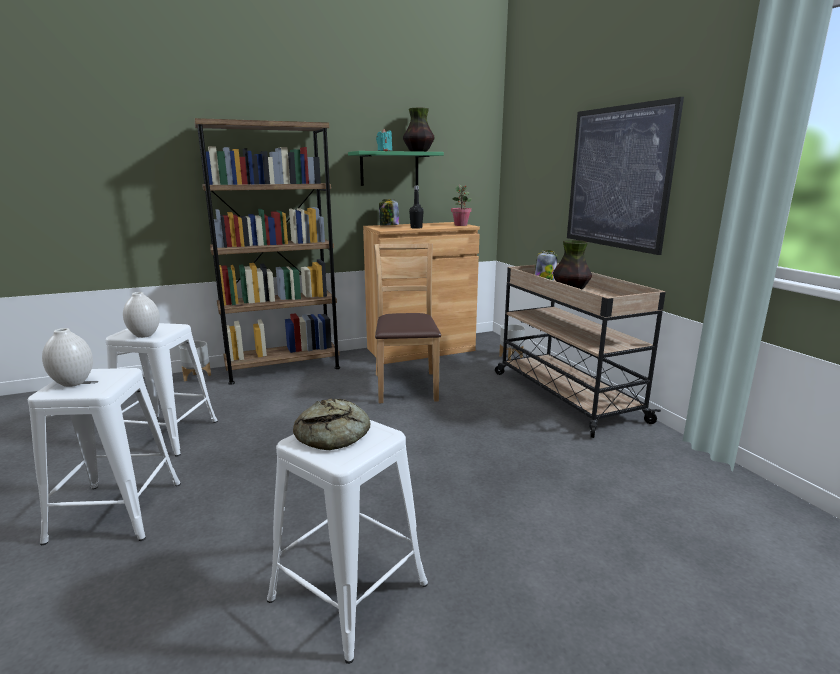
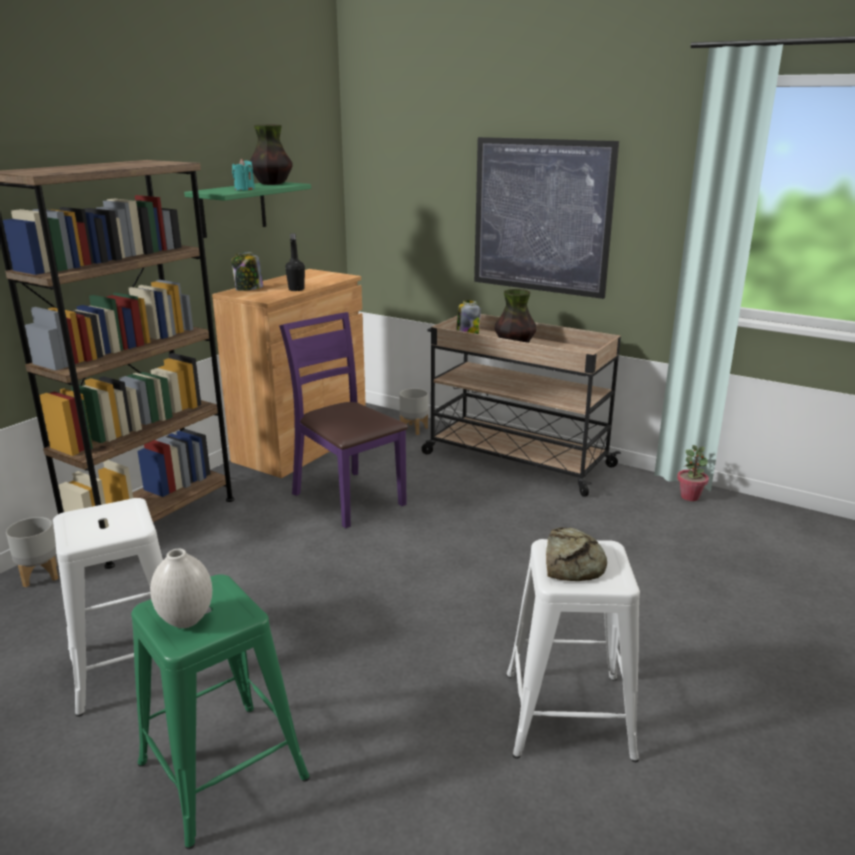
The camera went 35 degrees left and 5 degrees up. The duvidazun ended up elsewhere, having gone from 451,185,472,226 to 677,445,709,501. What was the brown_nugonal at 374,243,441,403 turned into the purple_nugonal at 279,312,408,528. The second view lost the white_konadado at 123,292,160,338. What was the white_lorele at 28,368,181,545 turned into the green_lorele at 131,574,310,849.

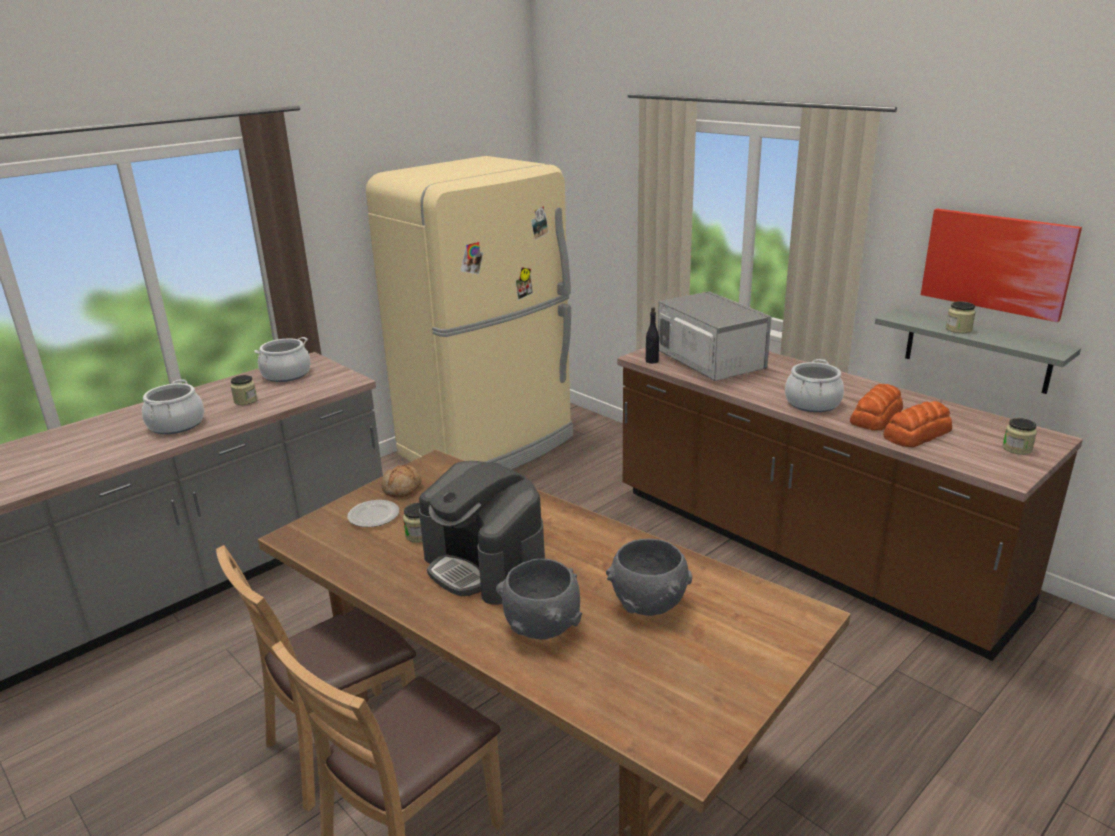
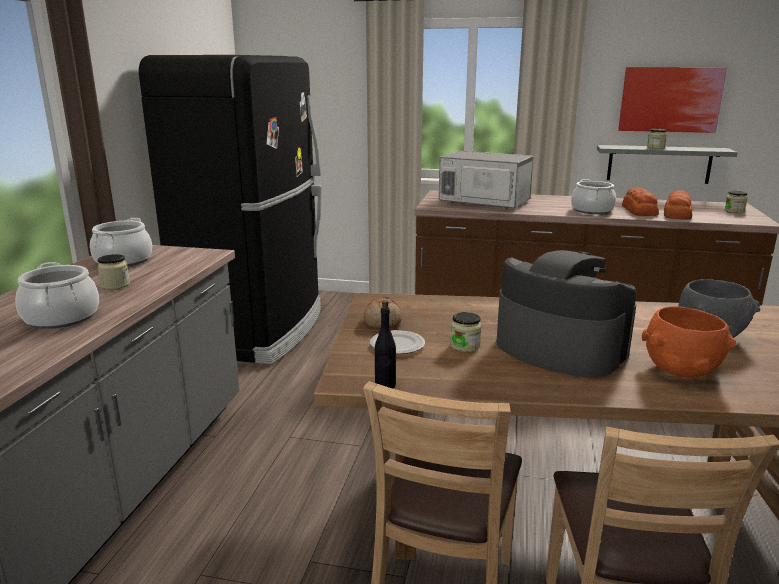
The camera went 35 degrees left and 5 degrees down. What was the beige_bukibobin at 366,156,573,470 turned into the black_bukibobin at 139,55,322,364. The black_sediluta ended up elsewhere, having gone from 646,307,659,364 to 375,300,396,388. The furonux at 419,461,545,605 ended up facing another way, 150 degrees counterclockwise from before. What was the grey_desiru at 496,559,582,640 turned into the orange_desiru at 642,306,737,377.

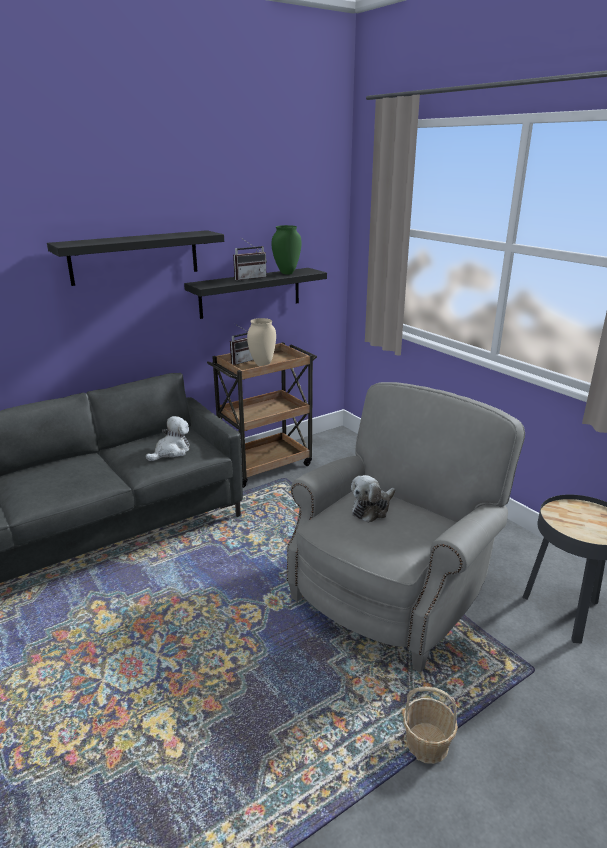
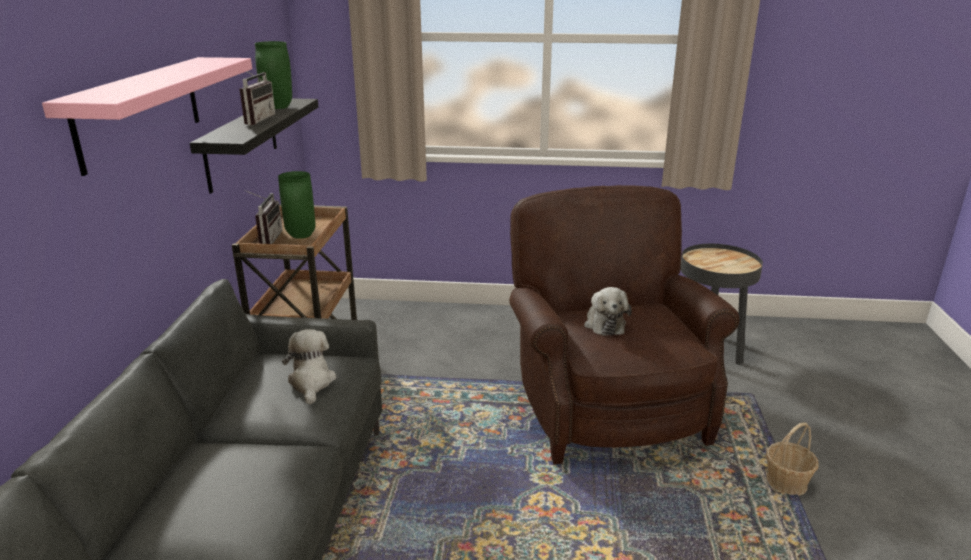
The camera went 50 degrees left and 0 degrees up. What was the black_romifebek at 47,230,224,286 turned into the pink_romifebek at 42,57,252,176. What was the beige_konadado at 247,318,276,366 turned into the green_konadado at 278,171,316,239. What was the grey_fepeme at 287,382,525,673 turned into the brown_fepeme at 509,185,739,465.

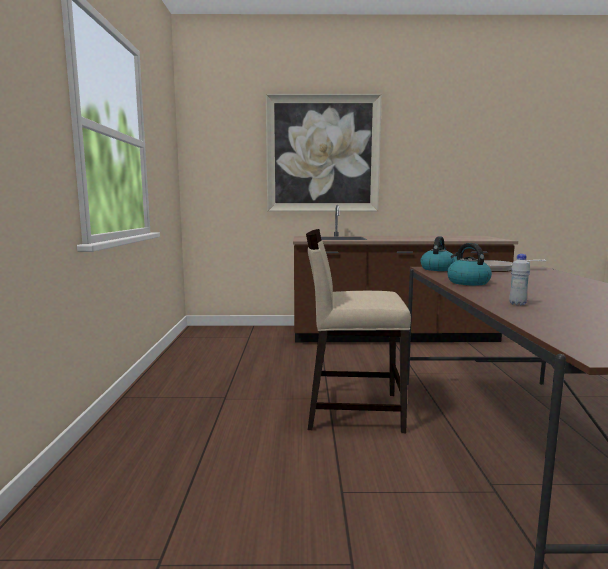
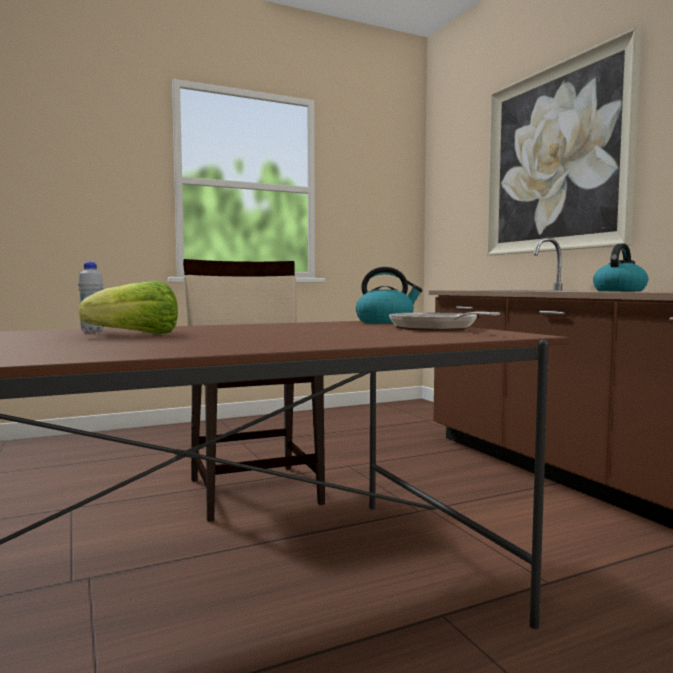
The camera went 65 degrees right and 5 degrees down. The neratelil ended up elsewhere, having gone from 447,243,492,286 to 593,244,648,291. The second view gained the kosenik at 78,281,178,334.

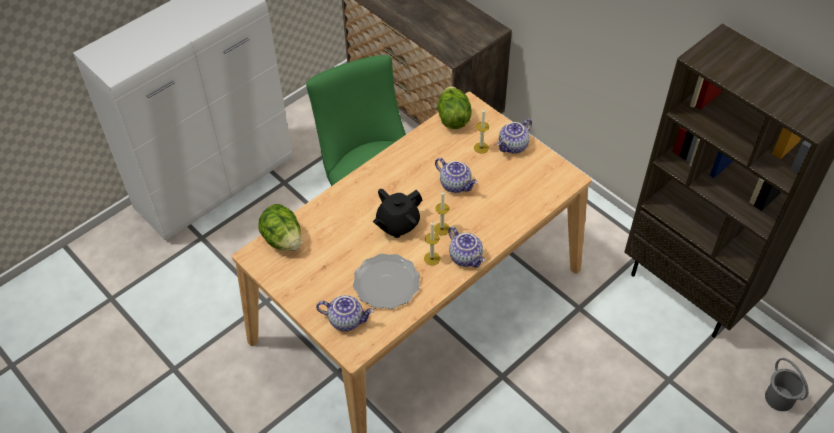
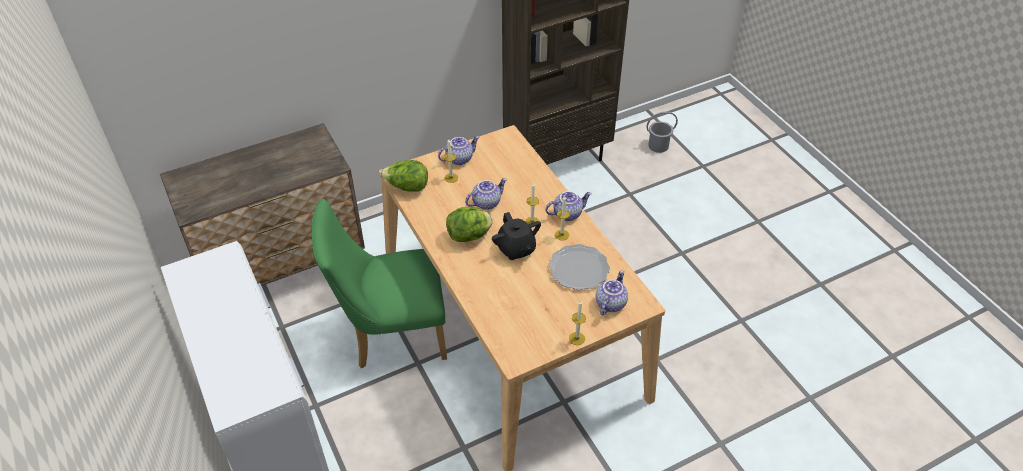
The camera went 75 degrees left and 5 degrees down. The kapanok at 497,118,532,154 ended up facing another way, 90 degrees counterclockwise from before. The kosenik ended up elsewhere, having gone from 258,204,301,251 to 446,207,493,242. The second view gained the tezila at 569,300,586,345.

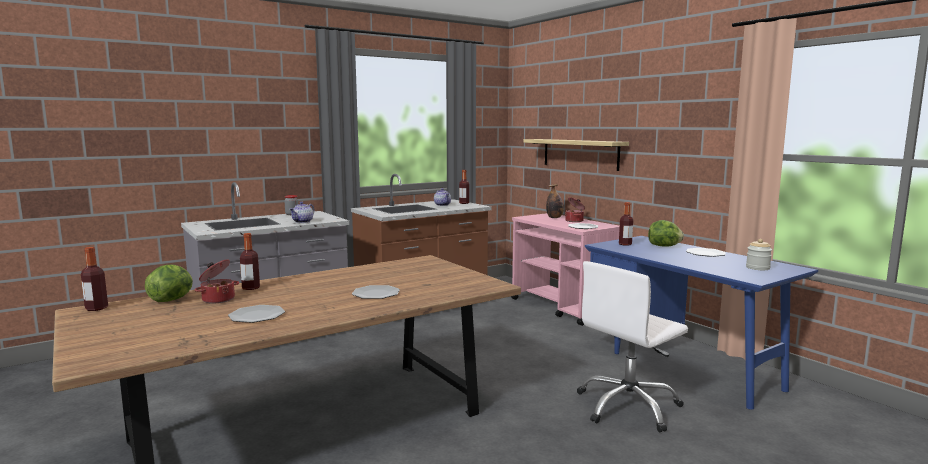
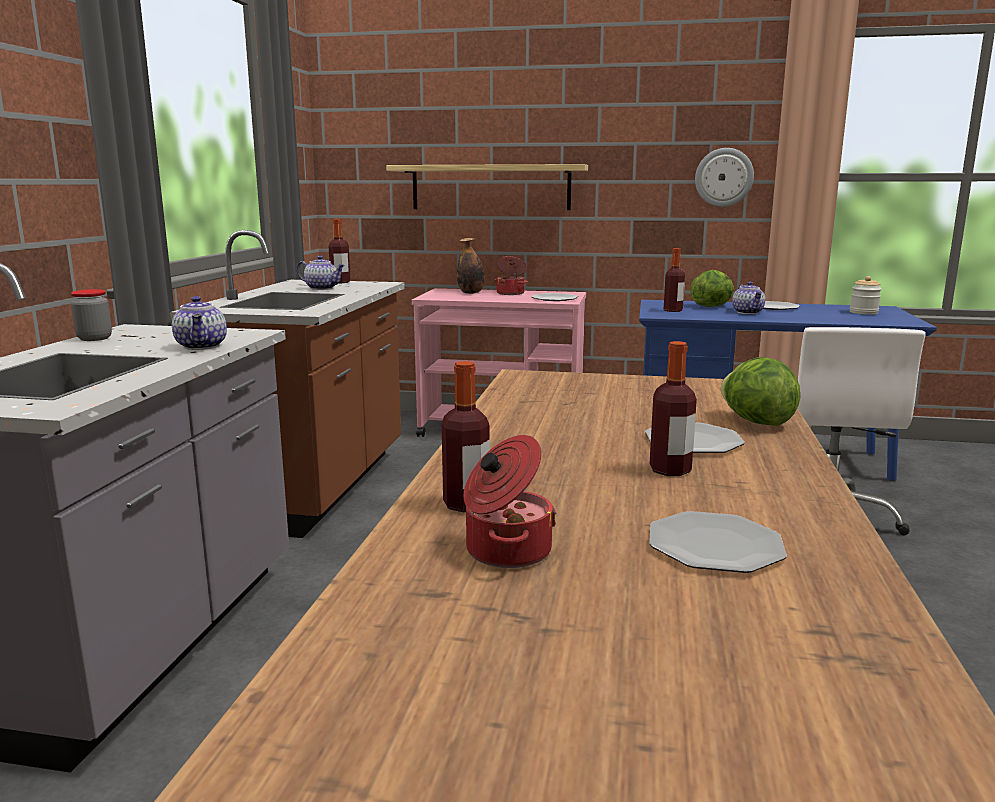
The camera went 45 degrees left and 5 degrees up. The sediluta ended up elsewhere, having gone from 81,247,108,311 to 650,341,697,476. The kosenik ended up elsewhere, having gone from 145,265,193,302 to 721,357,800,426. The second view gained the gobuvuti at 695,148,754,207. The second view gained the kapanok at 732,281,765,314.

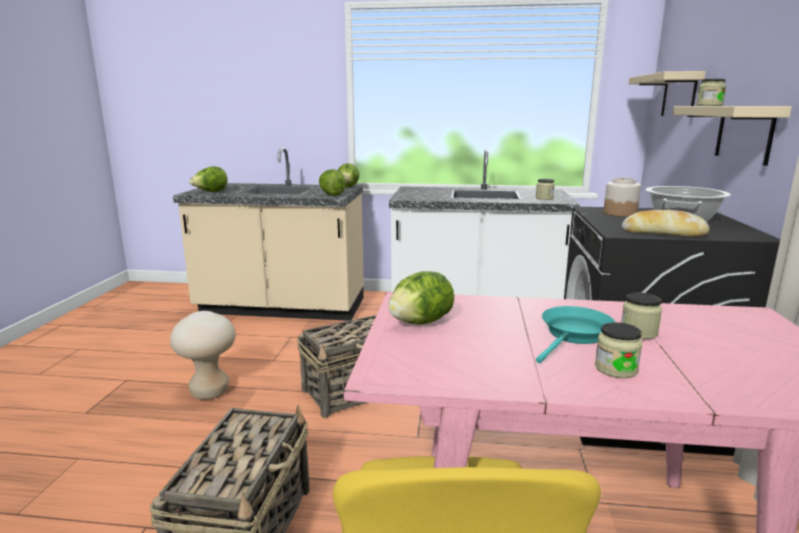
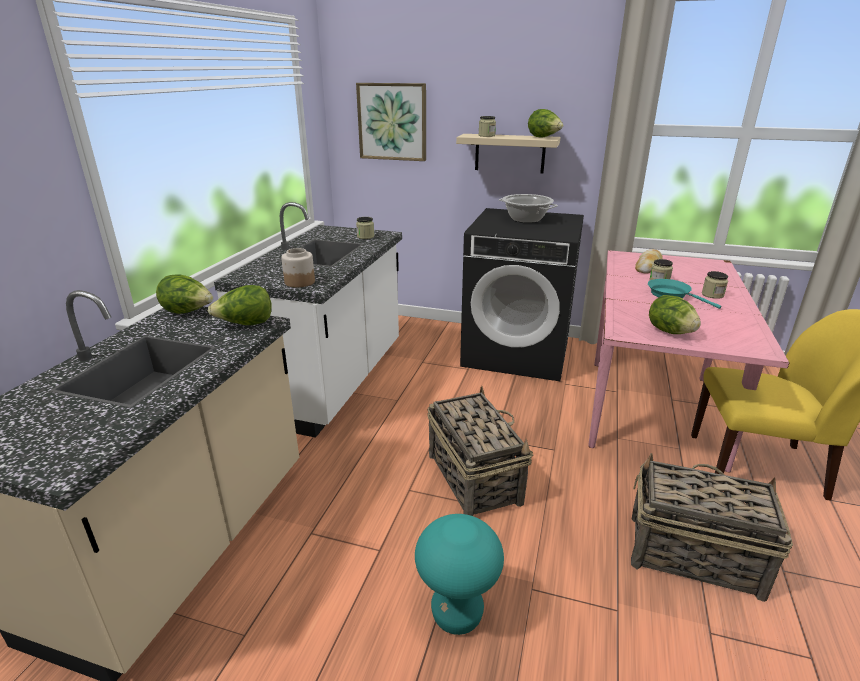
The camera went 80 degrees left and 10 degrees up. Where the beige_romifebek hung at 629,71,706,116, the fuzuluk came to hang at 356,83,426,161. The kosenik ended up elsewhere, having gone from 189,166,228,192 to 528,109,563,138. The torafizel ended up elsewhere, having gone from 603,178,641,217 to 281,248,315,288. The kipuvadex ended up elsewhere, having gone from 622,210,709,236 to 635,249,663,274. What was the beige_lorele at 170,311,236,400 turned into the turquoise_lorele at 415,514,504,635.

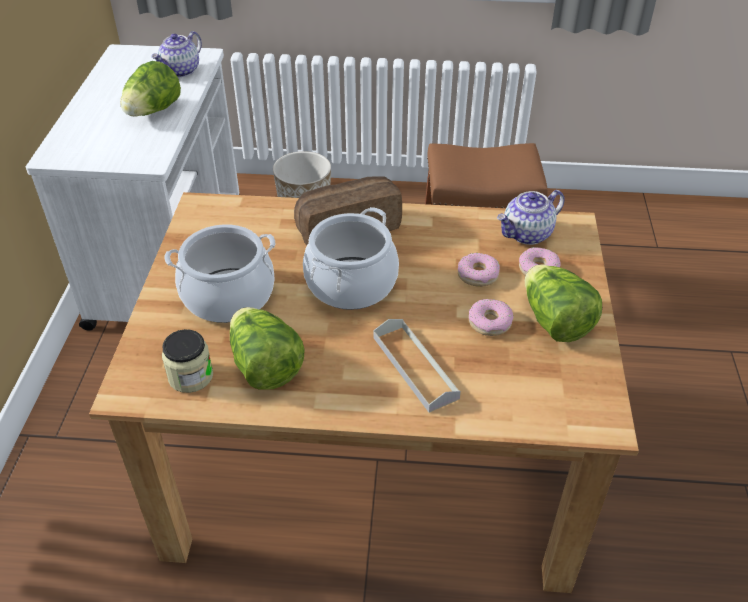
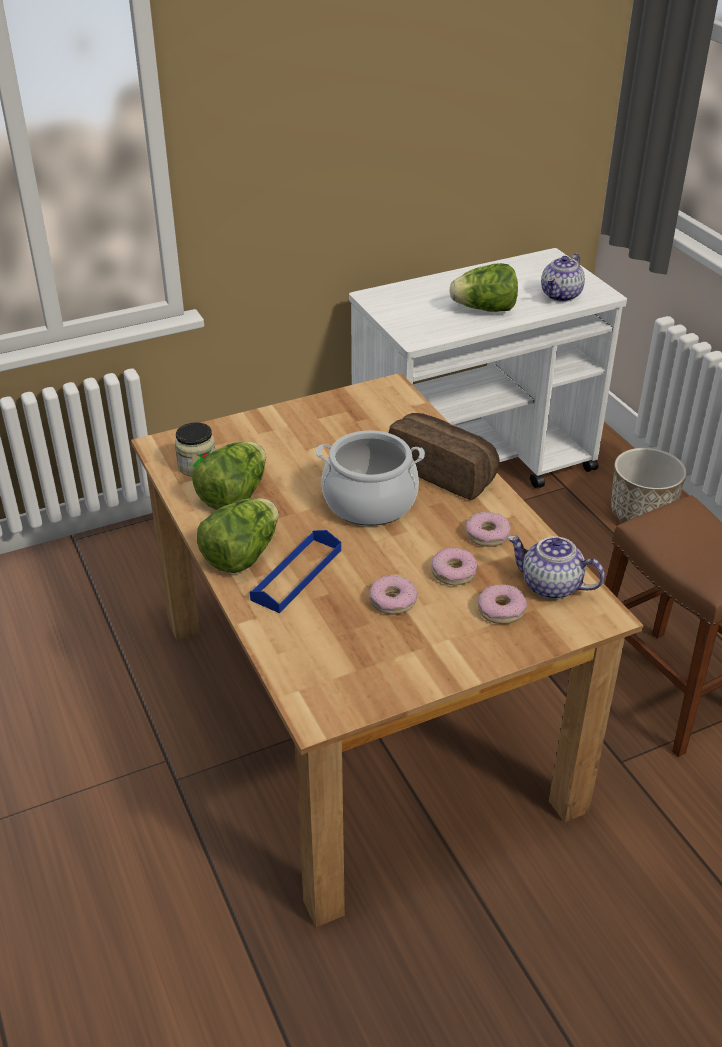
The camera went 60 degrees right and 5 degrees down. The kapanok at 151,31,202,77 ended up facing another way, 60 degrees counterclockwise from before. The second view lost the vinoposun at 164,224,276,323. The kosenik ended up elsewhere, having gone from 525,264,602,342 to 197,498,279,573. What was the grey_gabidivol at 374,319,461,413 turned into the blue_gabidivol at 250,530,341,613. The second view gained the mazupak at 466,512,511,547.

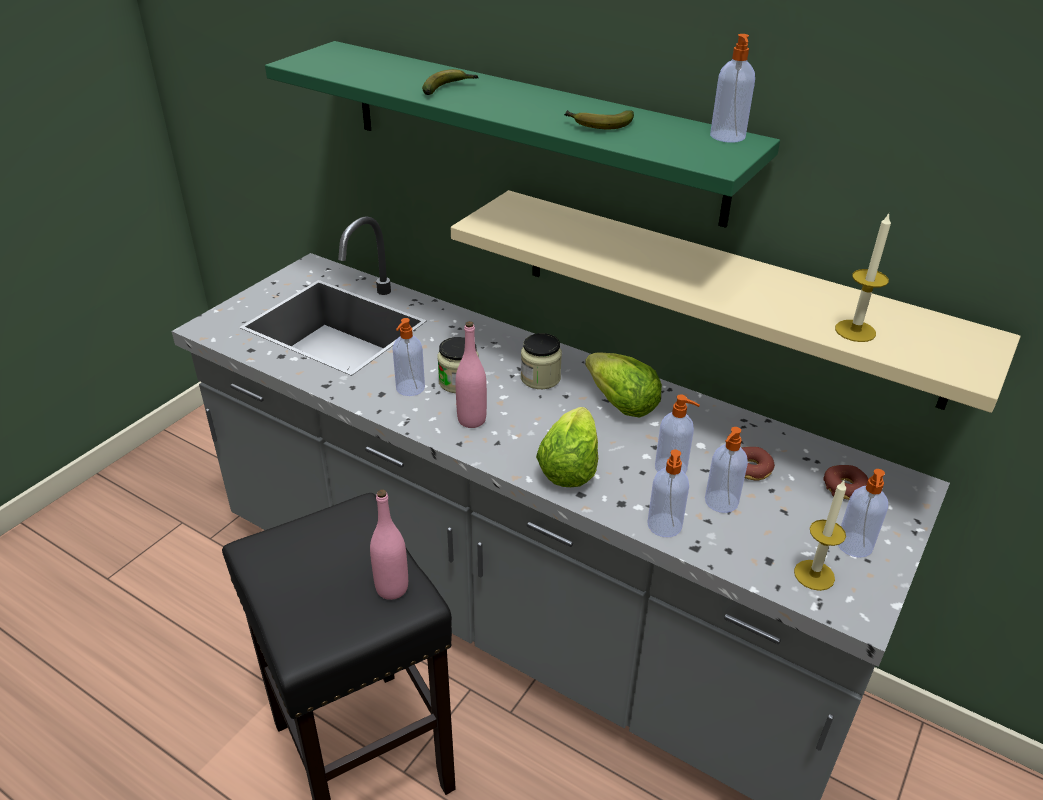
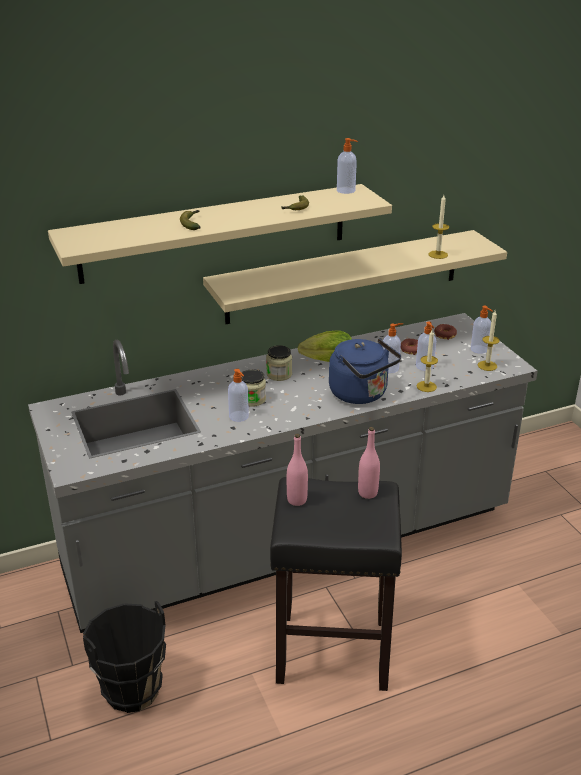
The camera went 55 degrees left and 5 degrees down. What was the green_romifebek at 265,41,780,228 turned into the beige_romifebek at 48,184,392,284. The pink_sediluta ended up elsewhere, having gone from 455,321,487,428 to 287,434,308,506. Where the kosenik stood at 536,407,598,487, the blue_neratelil came to stand at 329,338,401,404. Where the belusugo stood at 647,450,689,537, the tezila came to stand at 417,330,438,392. The second view gained the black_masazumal at 83,601,166,713.

